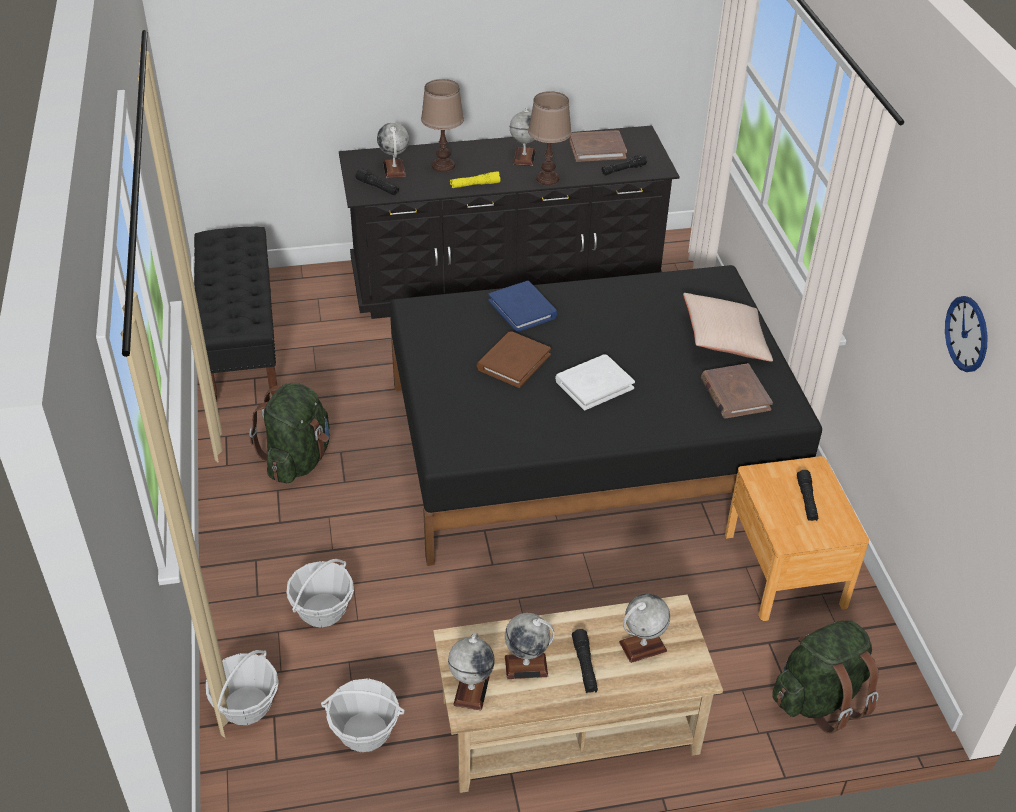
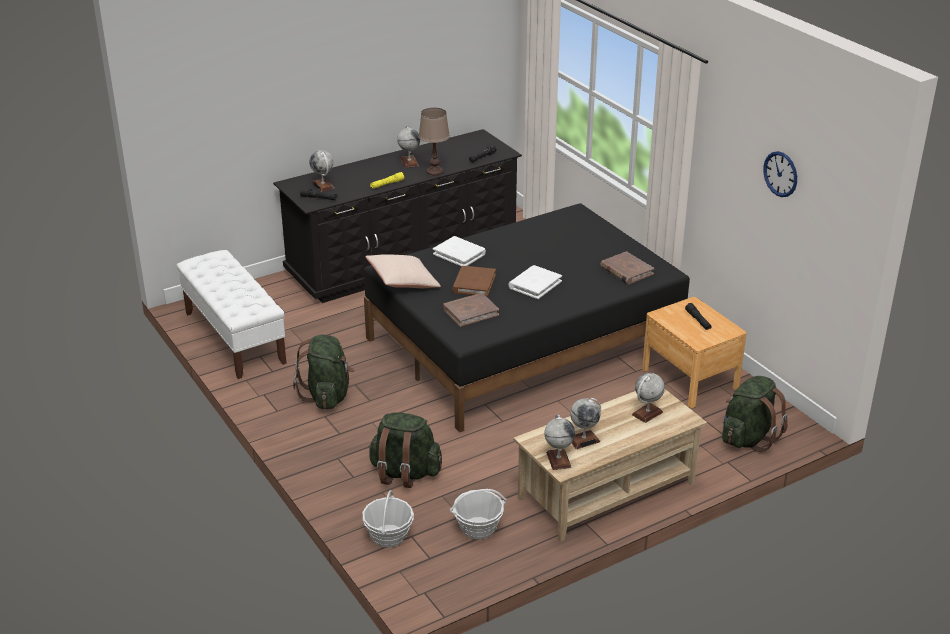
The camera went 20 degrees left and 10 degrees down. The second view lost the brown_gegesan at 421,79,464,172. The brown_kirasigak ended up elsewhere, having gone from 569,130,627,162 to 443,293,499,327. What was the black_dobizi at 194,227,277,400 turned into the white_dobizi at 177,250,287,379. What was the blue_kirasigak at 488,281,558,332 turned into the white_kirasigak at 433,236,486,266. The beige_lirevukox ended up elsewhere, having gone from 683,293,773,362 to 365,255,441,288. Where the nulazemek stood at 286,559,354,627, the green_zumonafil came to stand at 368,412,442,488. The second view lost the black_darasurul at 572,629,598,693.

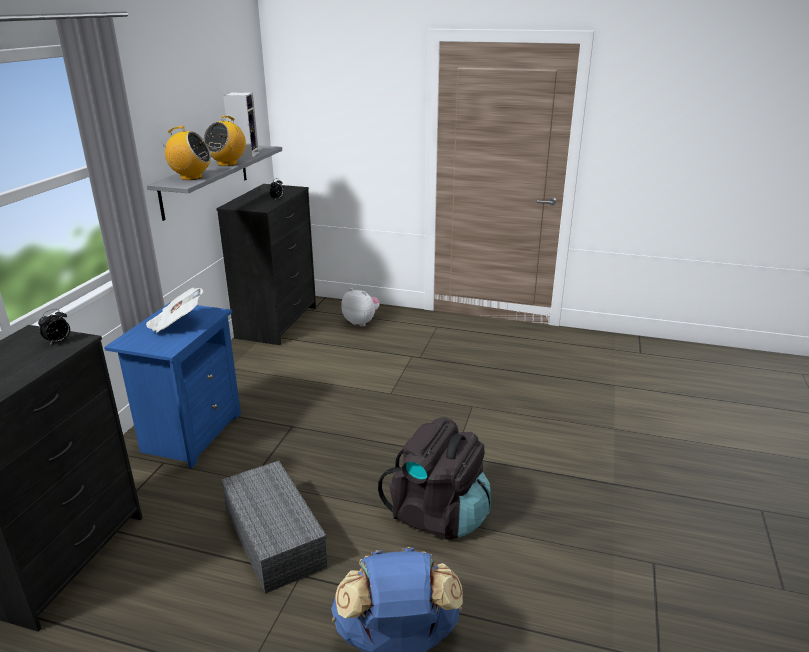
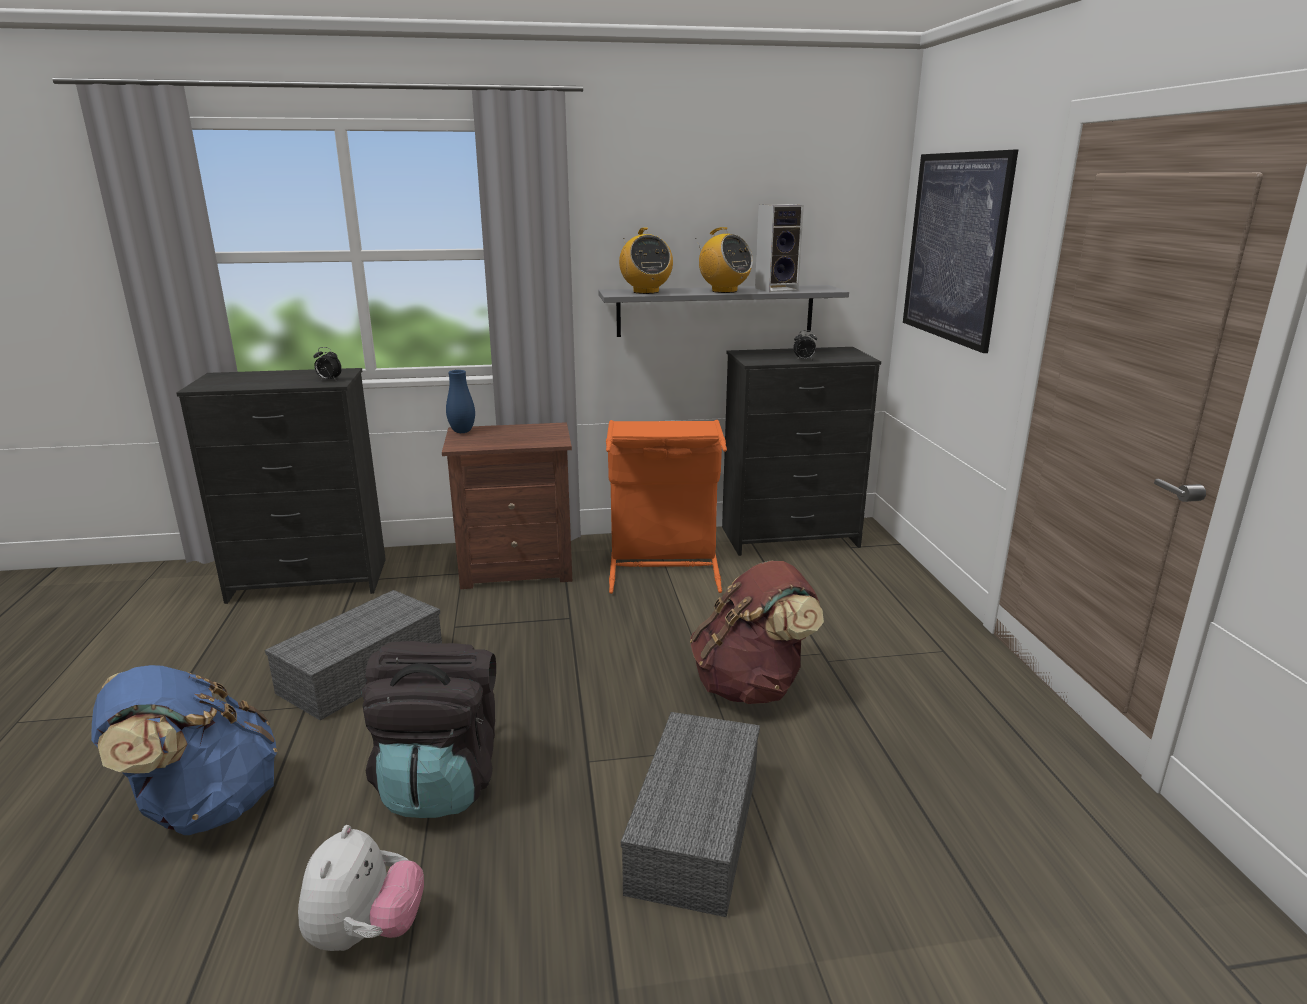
The camera went 65 degrees right and 5 degrees down. The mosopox at 203,116,246,166 ended up facing another way, 135 degrees counterclockwise from before. The second view lost the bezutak at 146,288,203,333. The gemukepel ended up elsewhere, having gone from 341,288,380,327 to 298,825,424,951. What was the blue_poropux at 104,302,241,468 turned into the brown_poropux at 442,422,572,589. The second view gained the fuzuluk at 903,150,1018,353. The second view gained the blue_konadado at 446,370,475,433. The second view gained the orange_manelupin at 606,420,727,594. The second view gained the brown_zumonafil at 690,560,824,704. The second view gained the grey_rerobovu at 621,712,760,917.

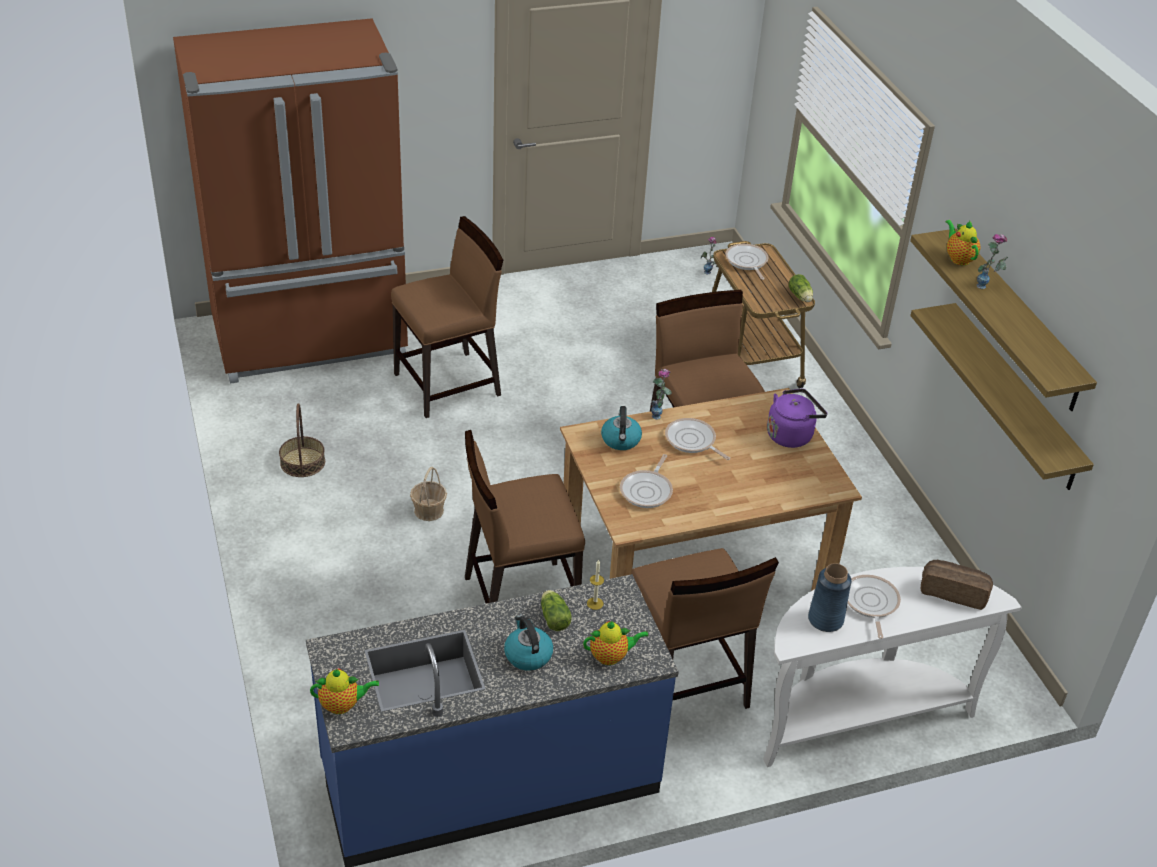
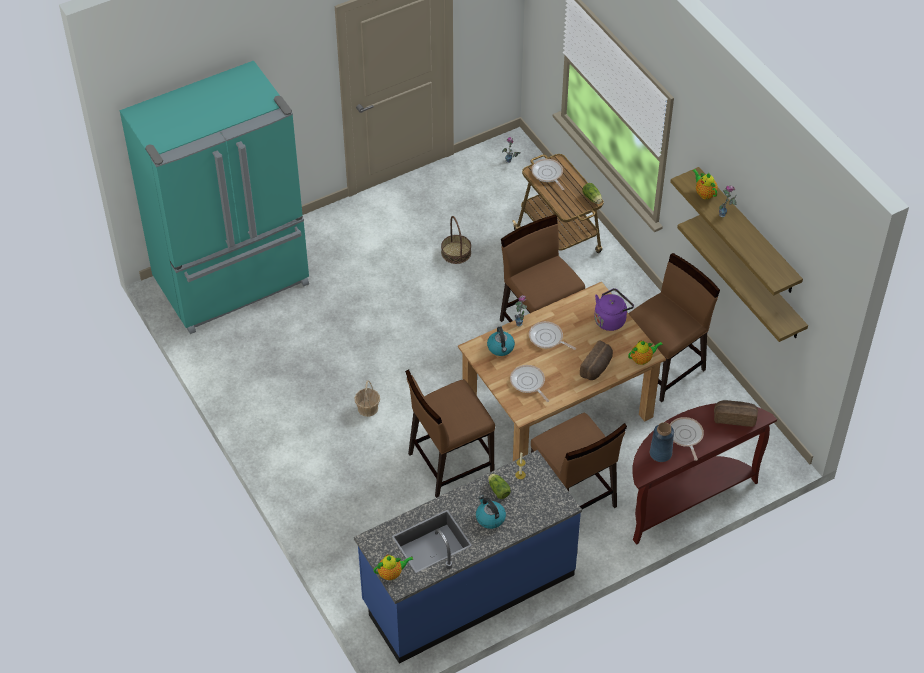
The camera went 10 degrees left and 10 degrees up. What was the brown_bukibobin at 173,18,408,384 turned into the turquoise_bukibobin at 120,60,309,334. The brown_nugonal ended up elsewhere, having gone from 391,216,503,418 to 628,253,720,403. The nulazemek ended up elsewhere, having gone from 279,403,325,477 to 441,216,471,264. The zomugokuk at 620,454,673,508 ended up facing another way, 135 degrees clockwise from before. What was the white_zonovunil at 763,567,1022,767 turned into the brown_zonovunil at 632,403,777,545. The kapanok ended up elsewhere, having gone from 583,621,648,665 to 628,341,663,365. The second view gained the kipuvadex at 580,340,613,380.

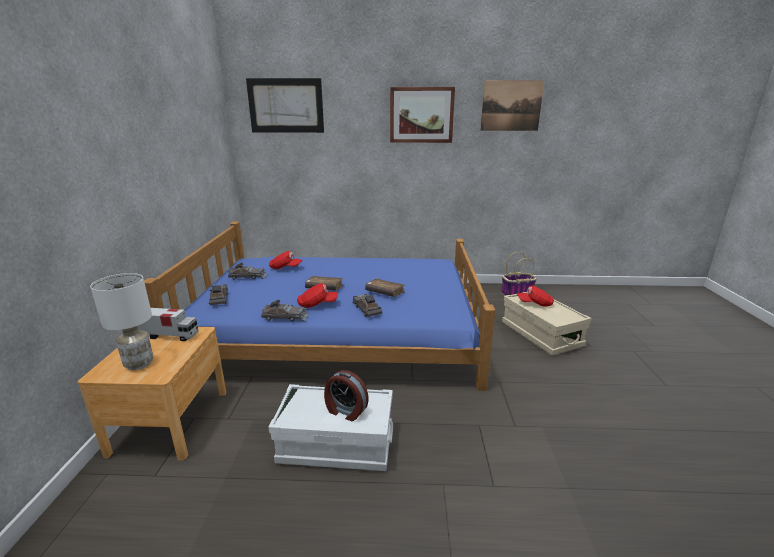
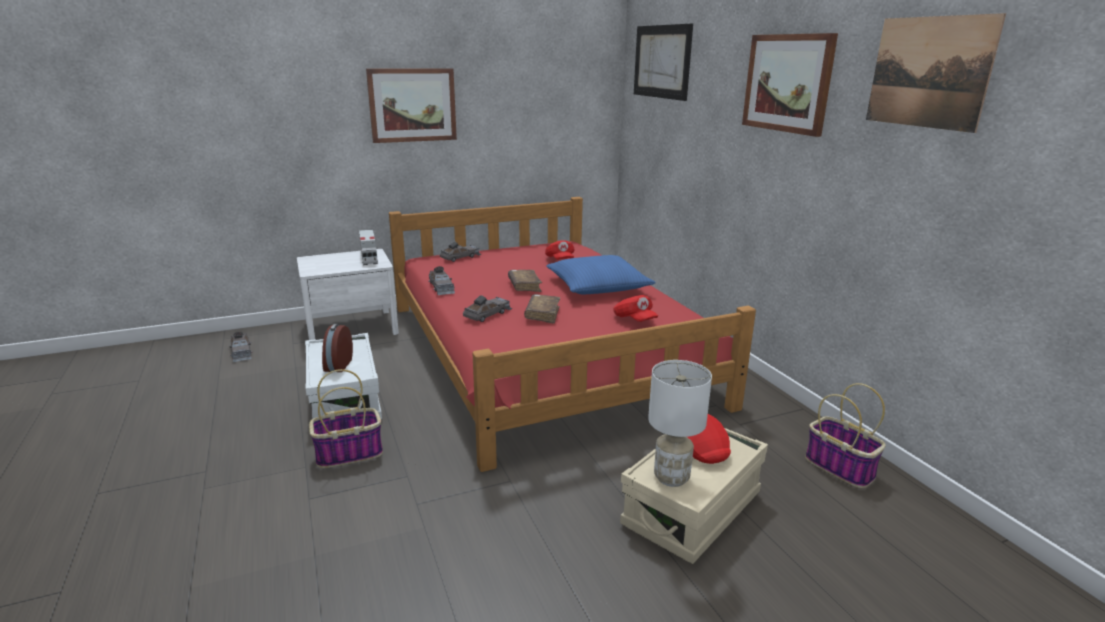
The camera went 65 degrees right and 0 degrees up. What was the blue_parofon at 144,221,495,391 turned into the red_parofon at 389,197,756,472. The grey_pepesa ended up elsewhere, having gone from 228,263,267,280 to 230,332,253,362. The white_gegesan ended up elsewhere, having gone from 90,273,154,370 to 648,360,712,487. The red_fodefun ended up elsewhere, having gone from 297,283,338,308 to 613,295,658,322. What was the brown_poropux at 78,327,227,461 turned into the white_poropux at 297,249,399,340. The second view gained the fuzuluk at 366,68,457,143. The second view gained the blue_lirevukox at 546,255,656,294. The second view gained the nulazemek at 309,369,383,468.

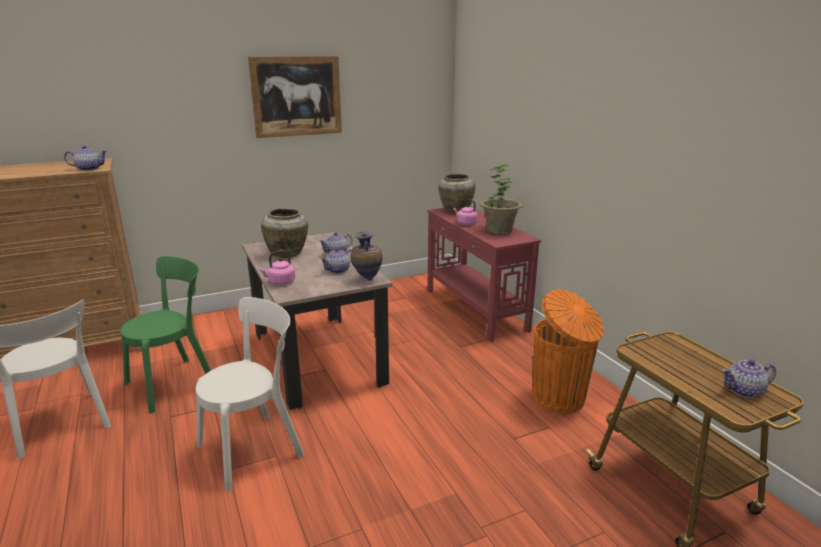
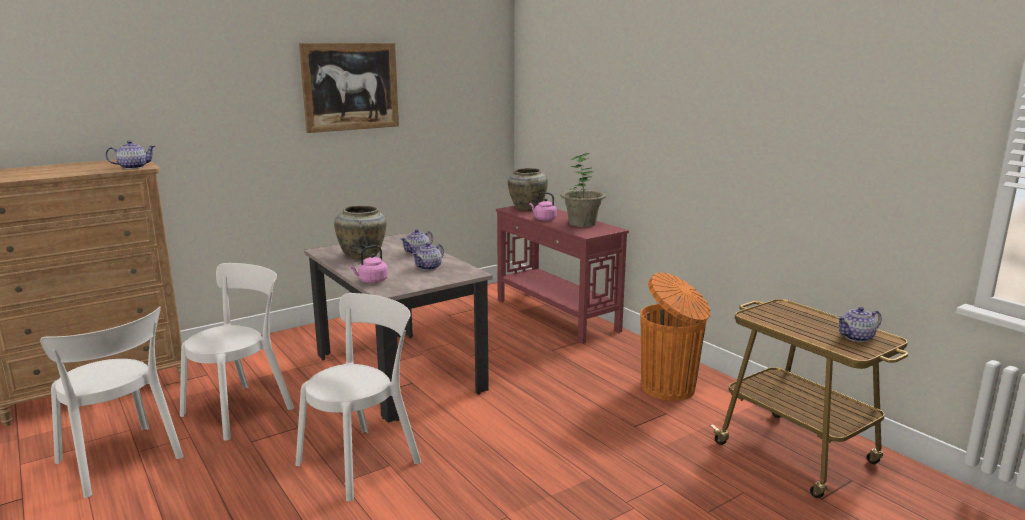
The camera went 10 degrees left and 5 degrees down. The second view lost the konadado at 351,231,383,281. What was the green_nugonal at 120,256,211,413 turned into the white_nugonal at 180,263,294,441.

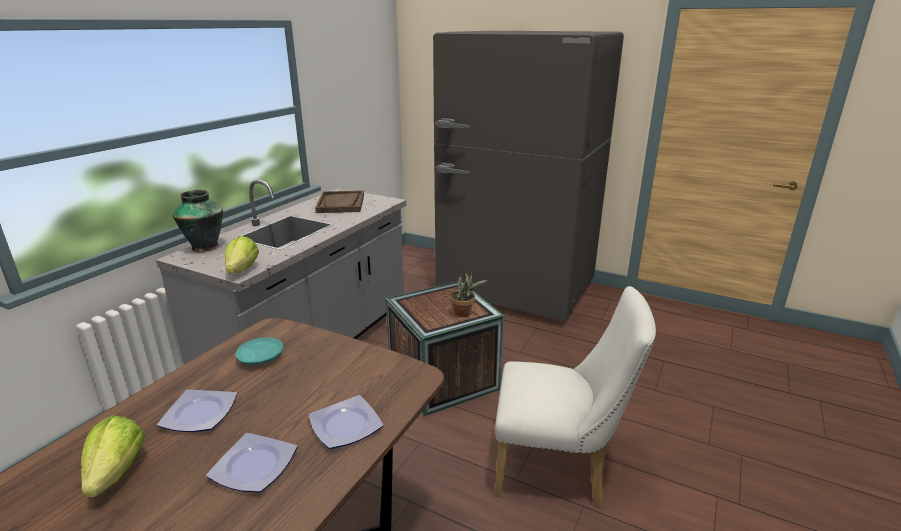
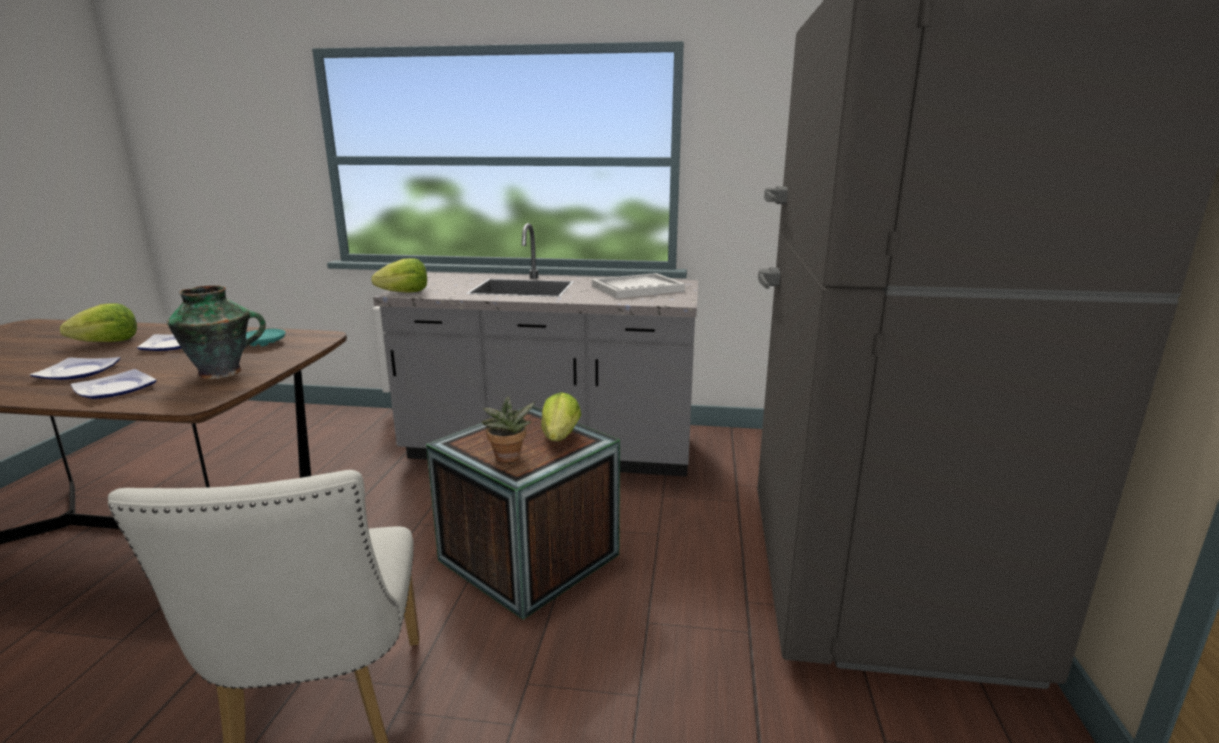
The camera went 70 degrees right and 5 degrees down. The konadado ended up elsewhere, having gone from 172,190,223,252 to 167,286,266,379. What was the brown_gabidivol at 315,191,364,213 turned into the white_gabidivol at 592,273,685,298. The second view gained the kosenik at 541,392,581,441.

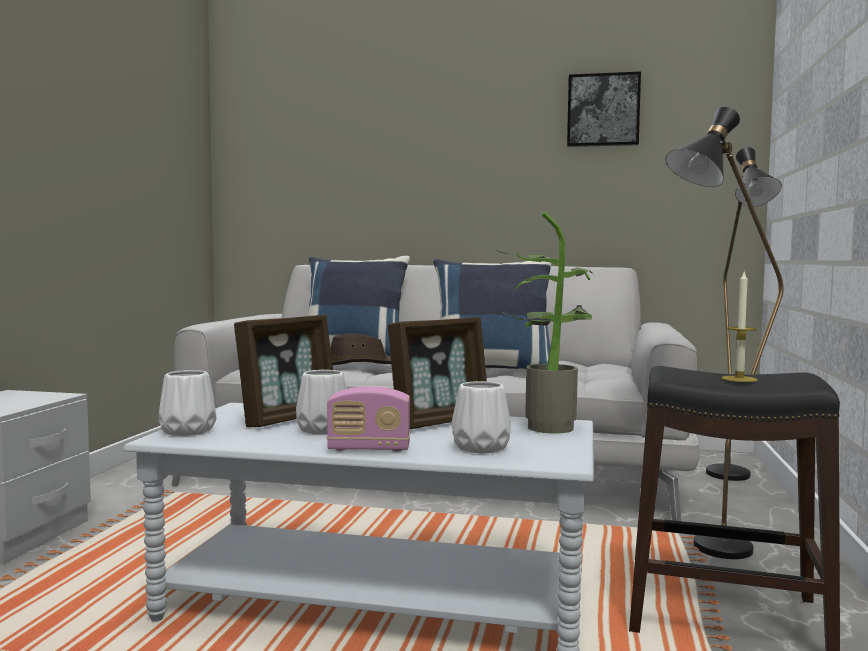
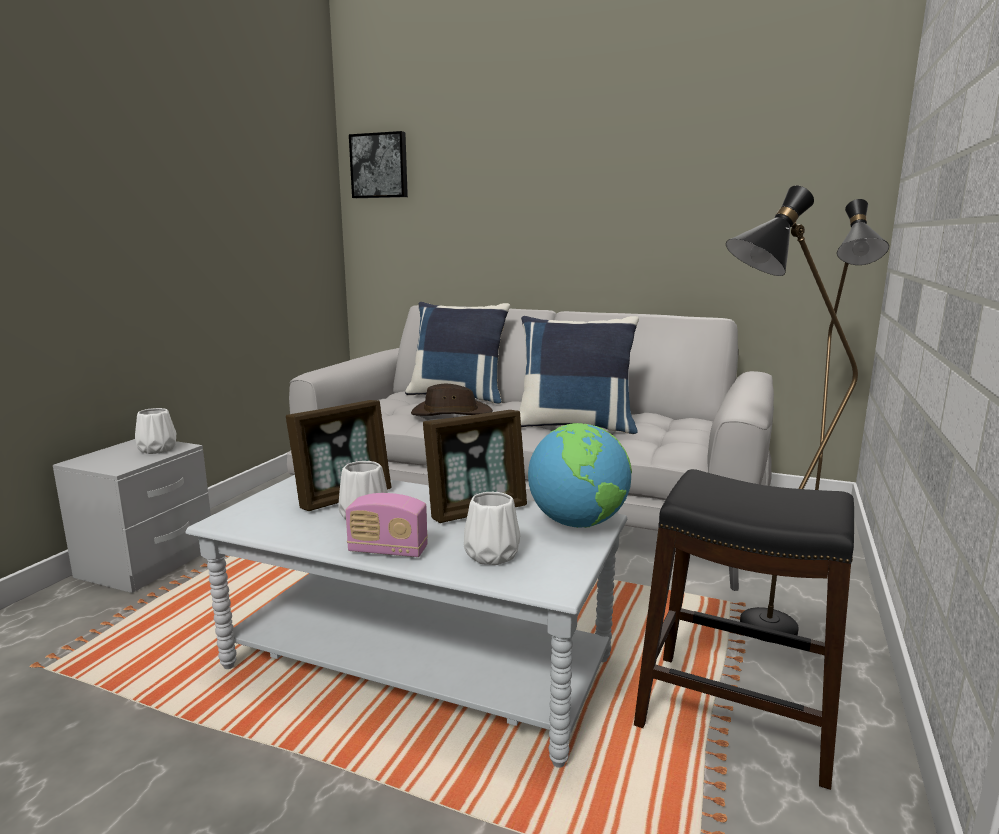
The camera went 10 degrees right and 10 degrees up. The fuzuluk ended up elsewhere, having gone from 567,71,641,147 to 349,131,408,198. Where the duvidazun stood at 496,212,596,433, the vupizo came to stand at 528,423,632,528. The second view lost the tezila at 722,272,758,382. The white_konadado ended up elsewhere, having gone from 159,370,217,436 to 135,408,176,454.

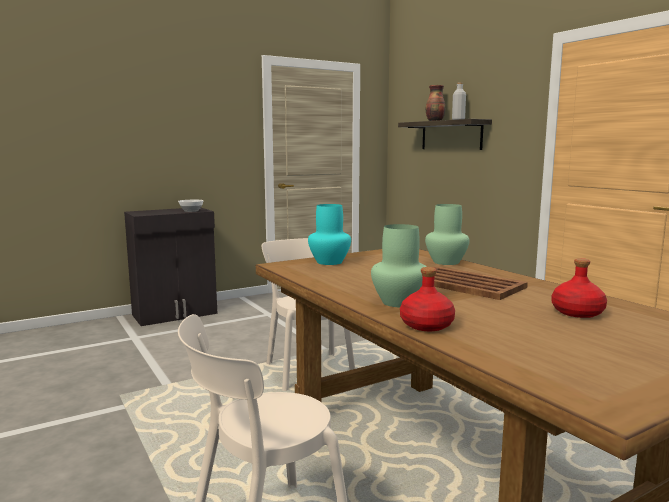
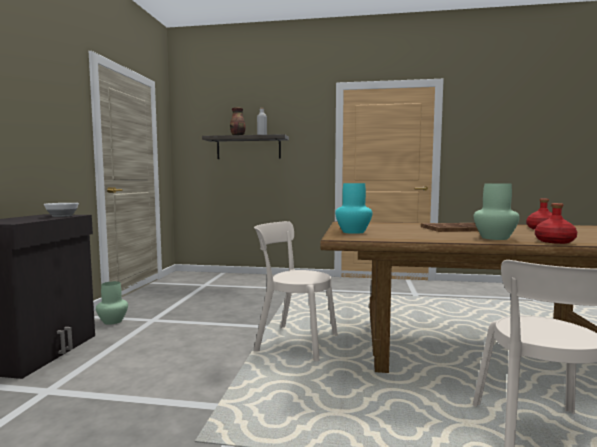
The camera went 50 degrees left and 5 degrees down. The green_konadado ended up elsewhere, having gone from 425,204,470,265 to 96,281,128,325.

